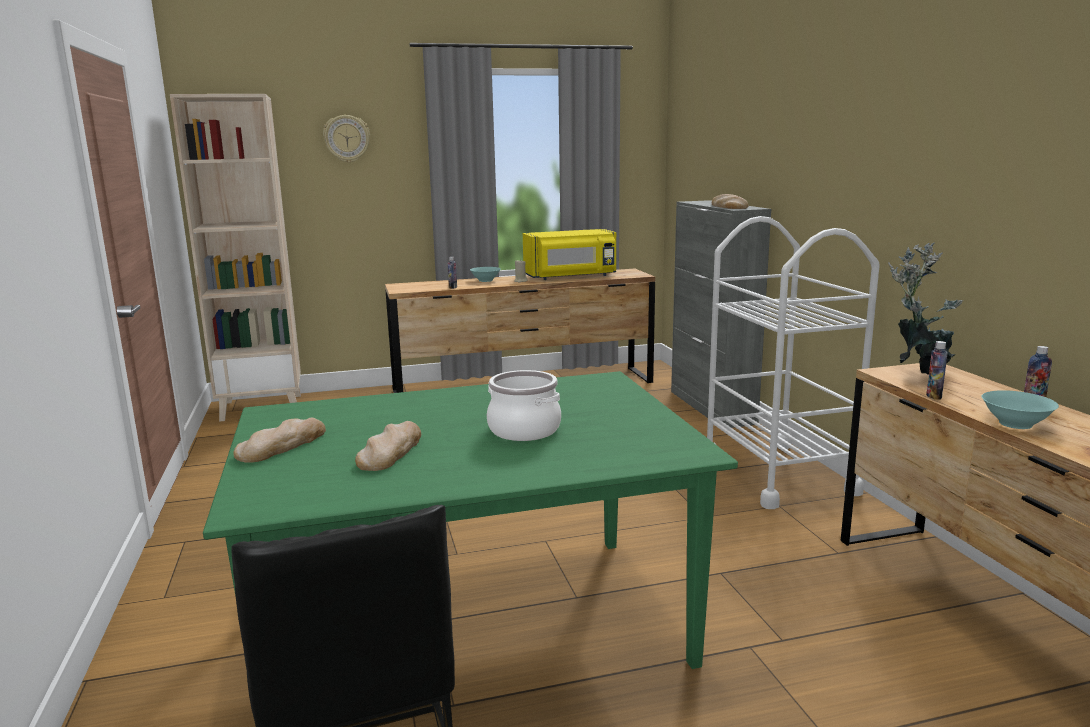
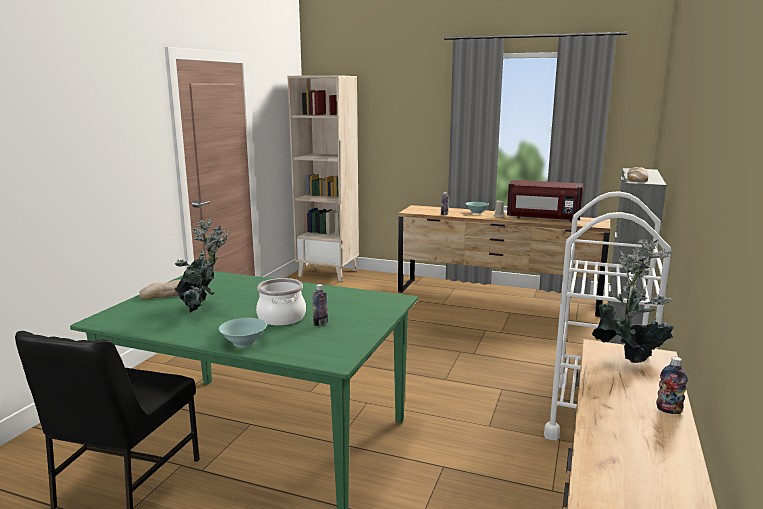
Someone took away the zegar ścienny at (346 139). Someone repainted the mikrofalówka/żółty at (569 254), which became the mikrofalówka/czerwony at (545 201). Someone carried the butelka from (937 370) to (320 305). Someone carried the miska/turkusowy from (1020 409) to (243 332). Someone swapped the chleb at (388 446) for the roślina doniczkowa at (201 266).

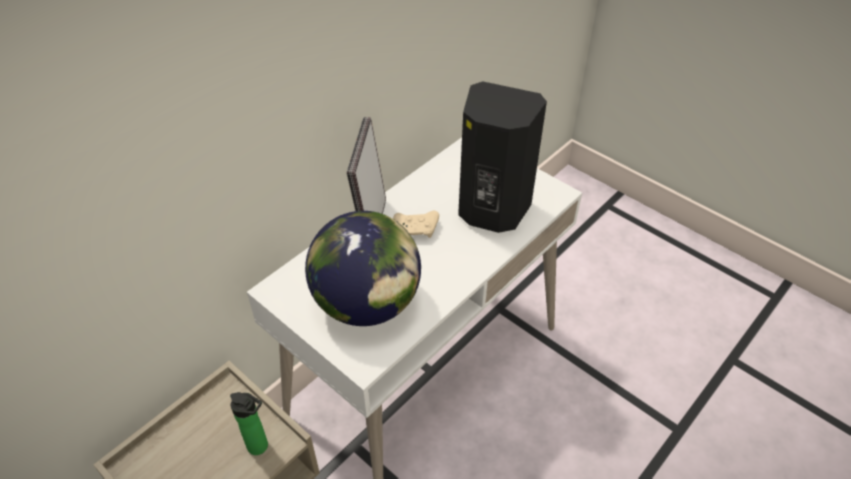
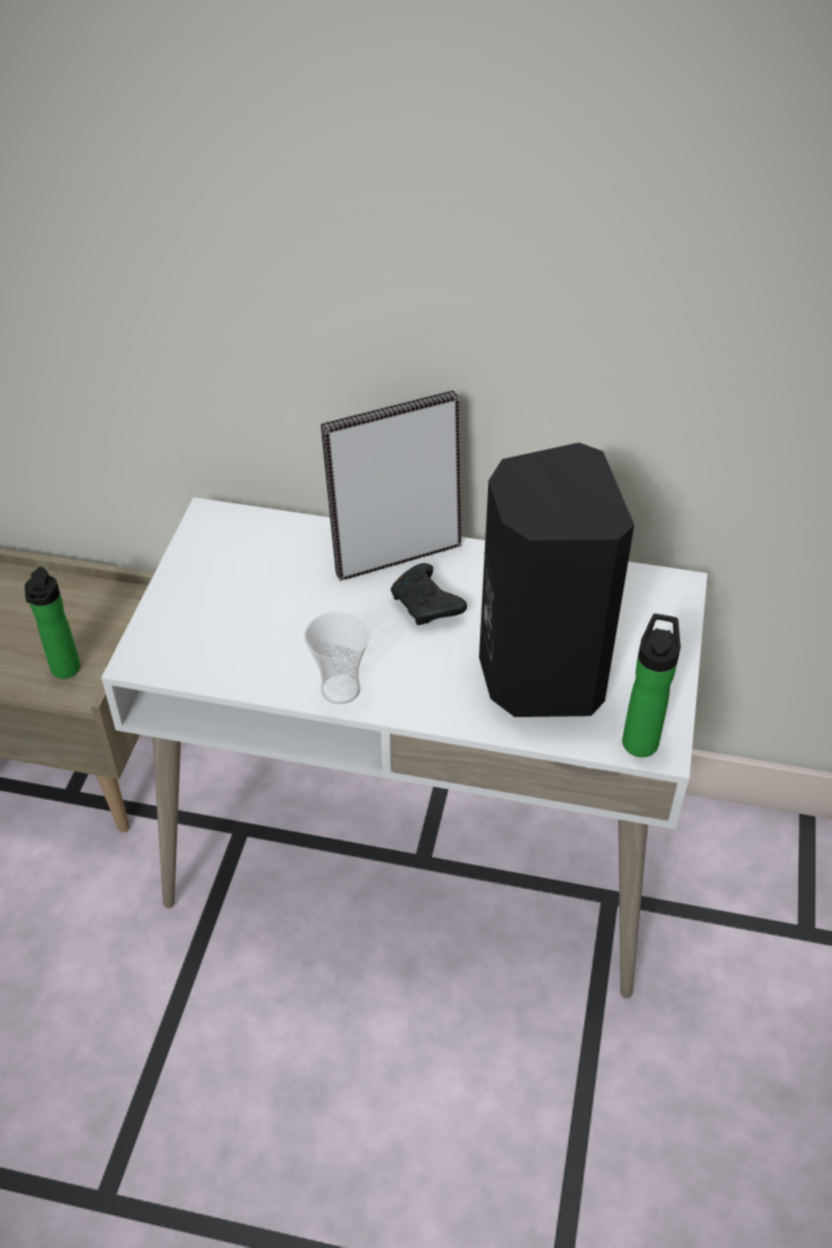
Someone took away the globus at (363 268). Someone repainted the pad do gier/beżowy at (416 224), which became the pad do gier/czarny at (429 594). Someone put down the filiżanka at (337 657). Someone put down the butelka at (651 685).

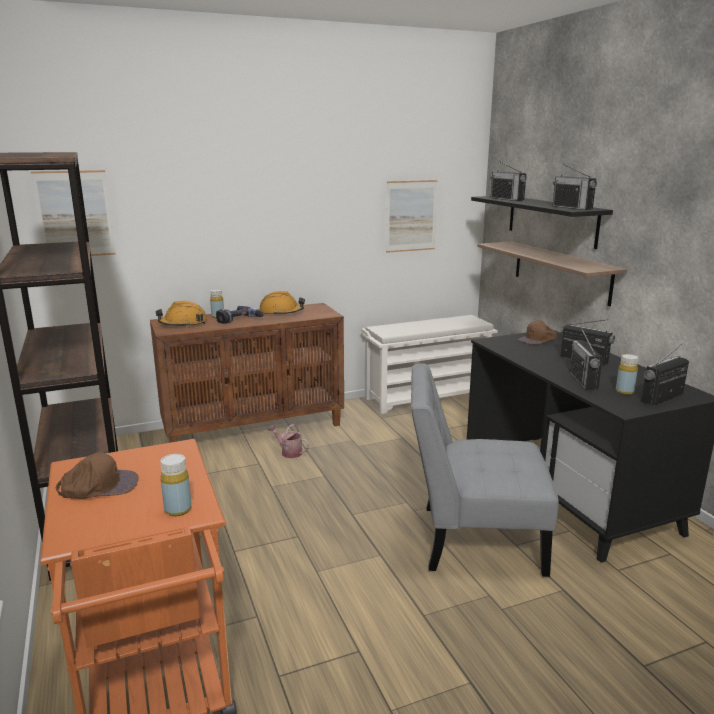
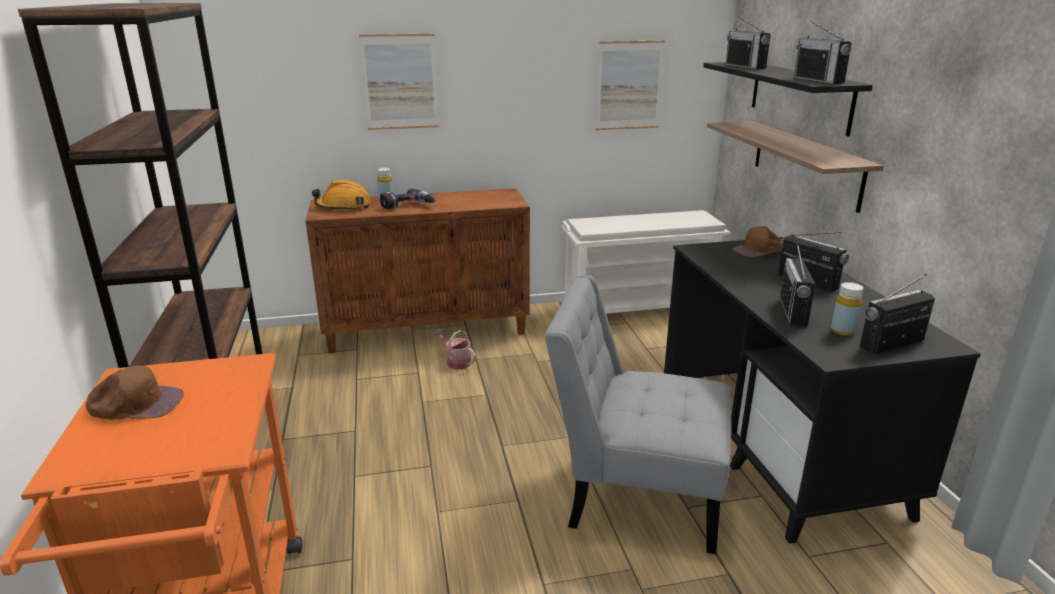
Someone carried the obraz from (73 213) to (399 82). Someone took away the kask/pomarańczowy at (282 303). Someone took away the butelka/żółty at (176 485).

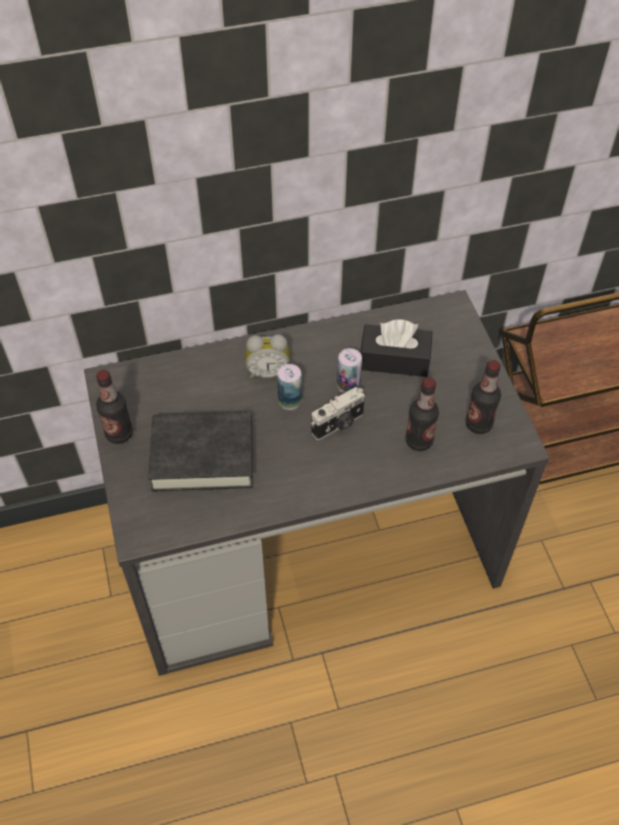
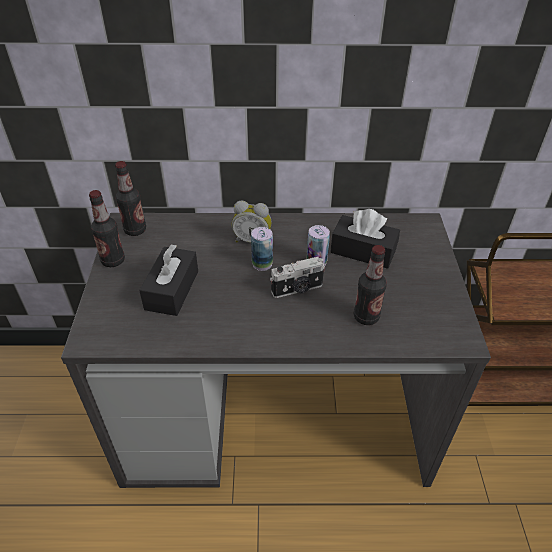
Someone carried the butelka from (483 397) to (130 198). Someone swapped the książka/czarny at (200 451) for the pudełko chusteczek/czarny at (168 280).

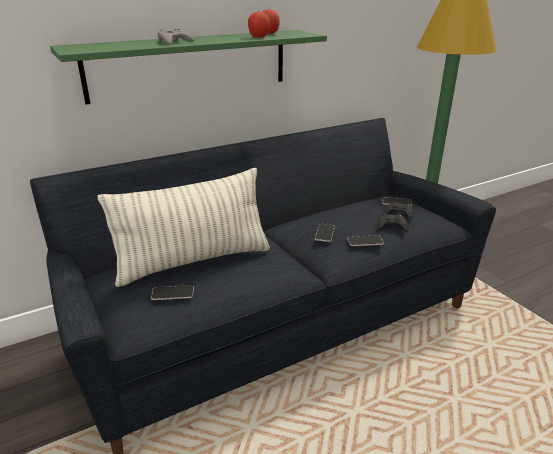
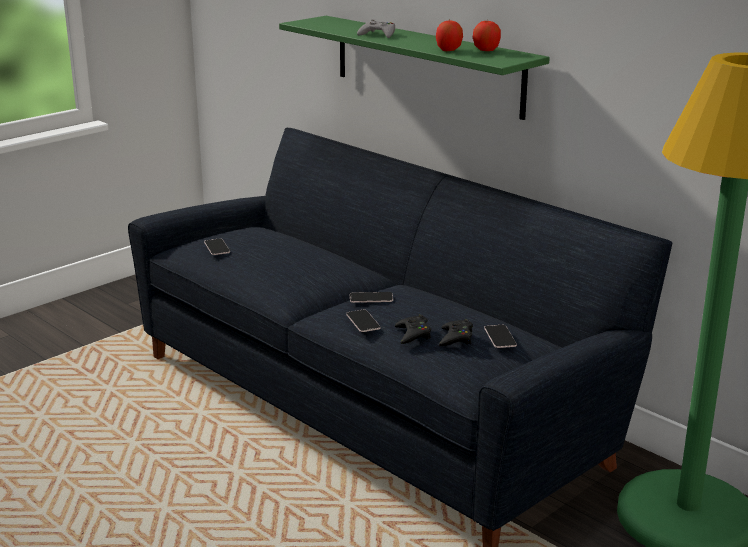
Someone took away the poduszka at (184 227).

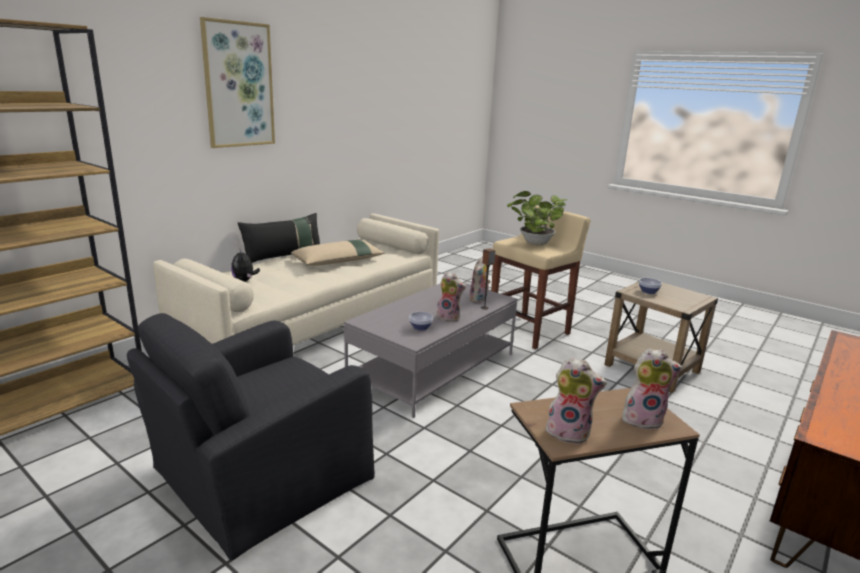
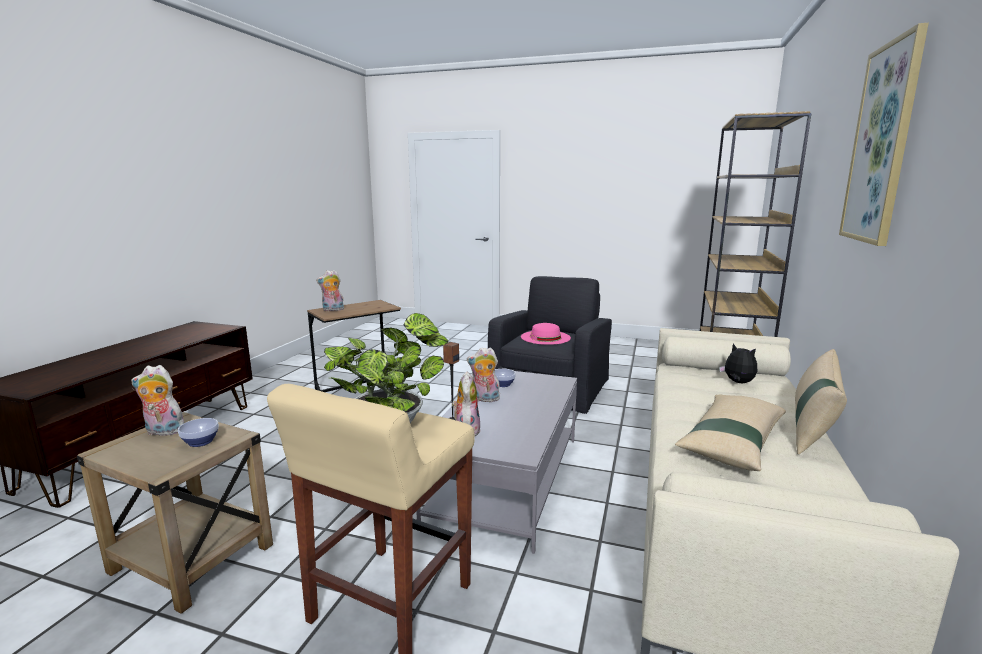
Someone repainted the poduszka/czarny at (279 238), which became the poduszka/beżowy at (821 401). Someone carried the pluszak from (575 400) to (157 400). Someone put down the kapelusz/różowy at (546 334).

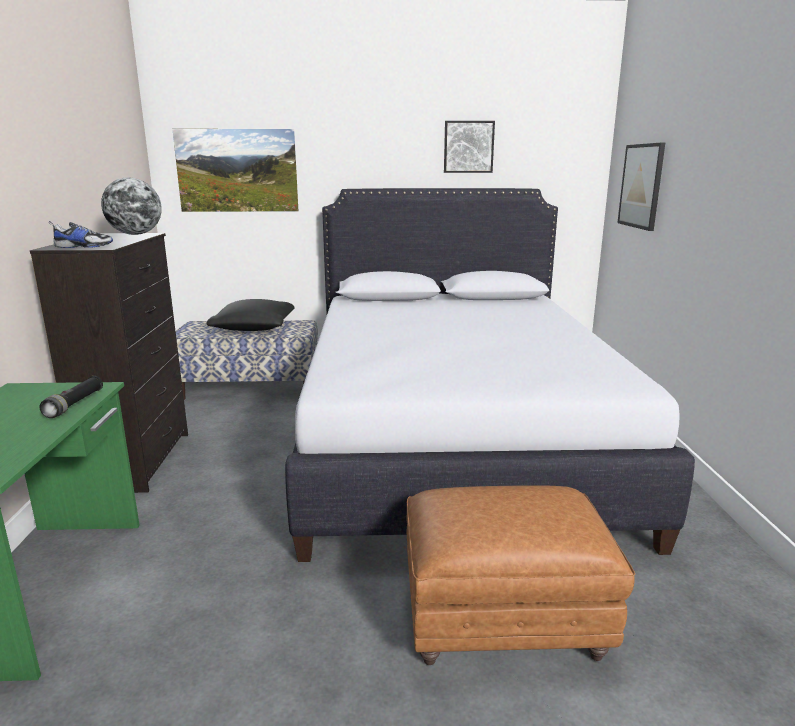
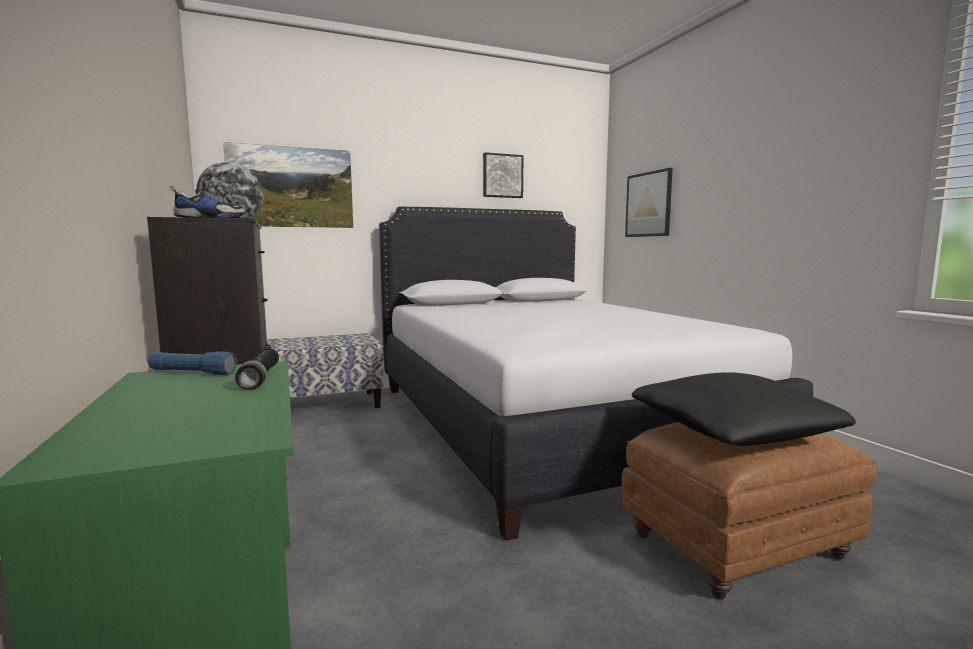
Someone carried the poduszka/czarny from (250 315) to (744 409). Someone put down the latarka/niebieski at (193 363).

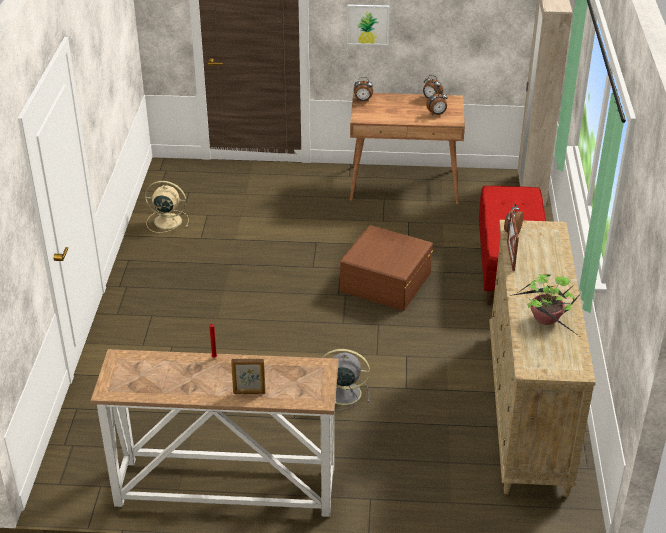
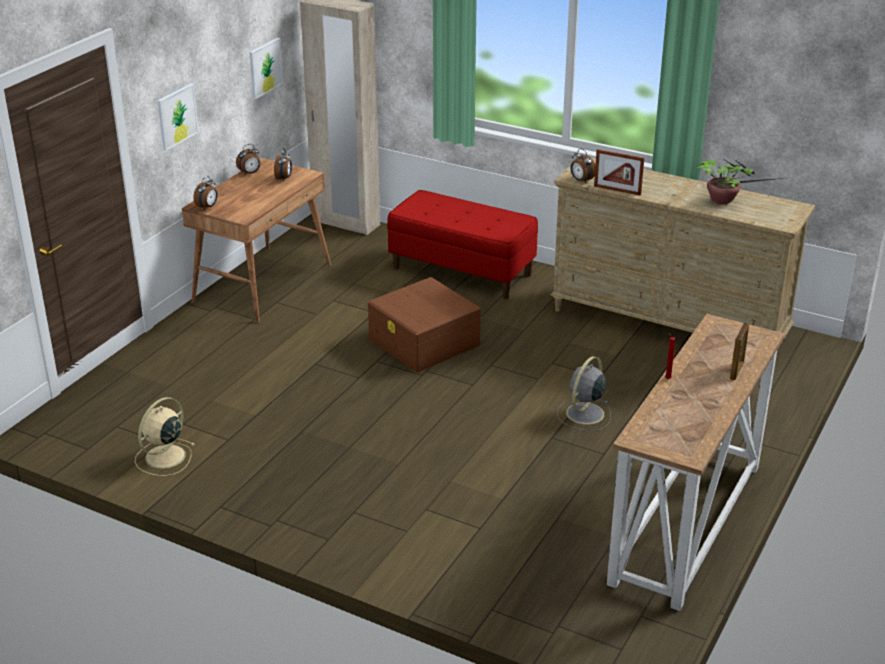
Someone put up the obraz at (266 68).

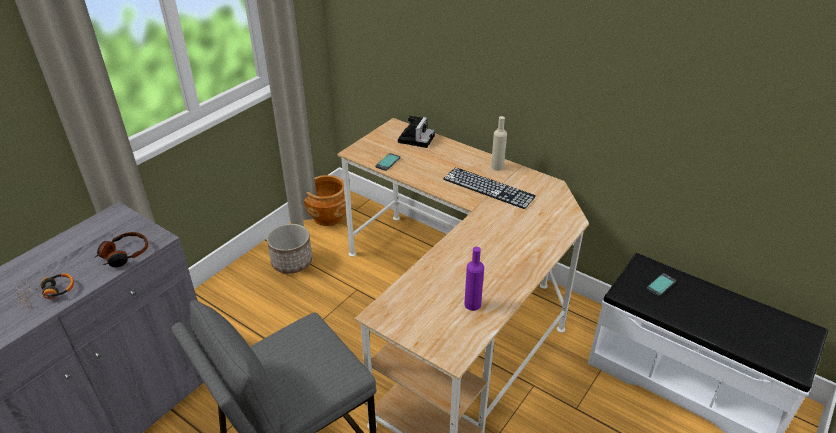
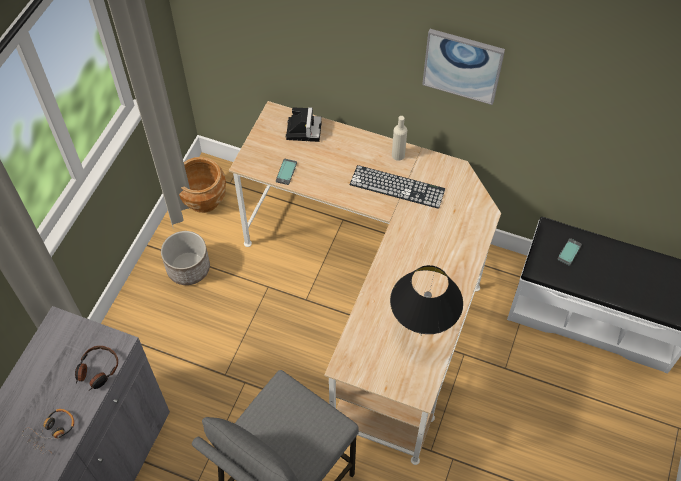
Someone swapped the butelka/fioletowy at (474 279) for the lampa stołowa/czarny at (426 300). Someone put up the obraz at (463 67).

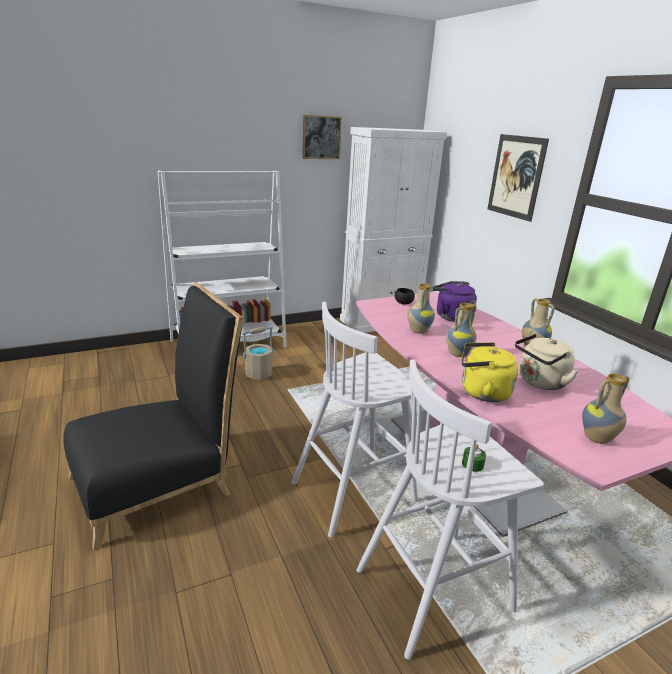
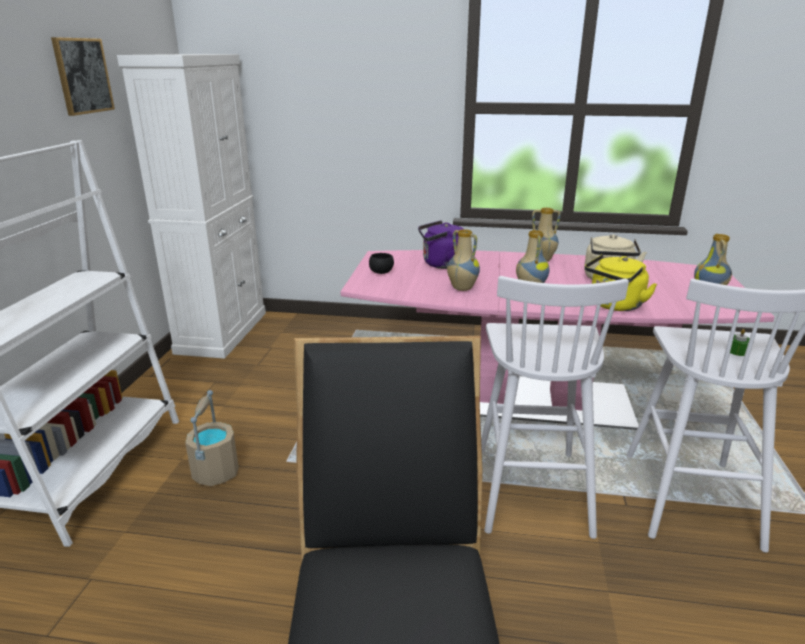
Someone took away the obraz at (518 178).

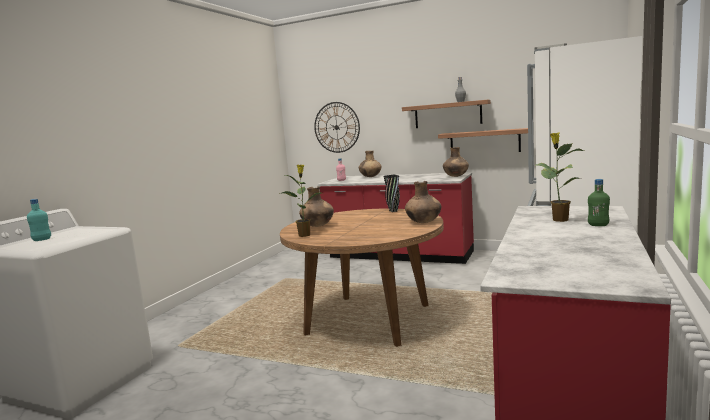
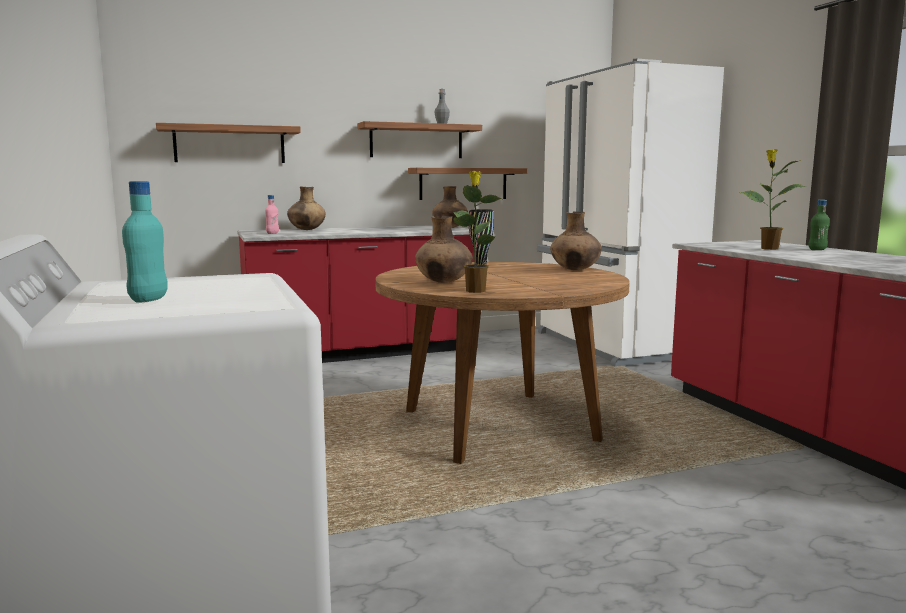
Someone swapped the zegar ścienny at (337 127) for the półka at (228 143).

